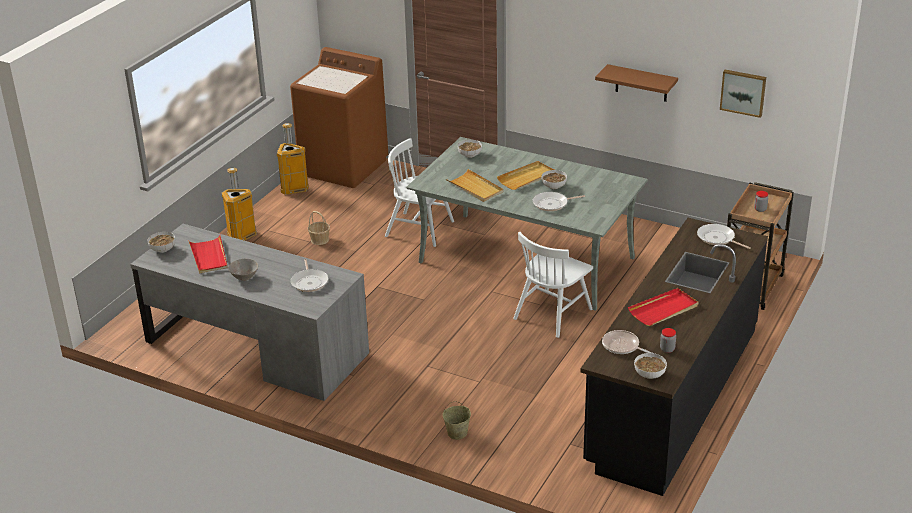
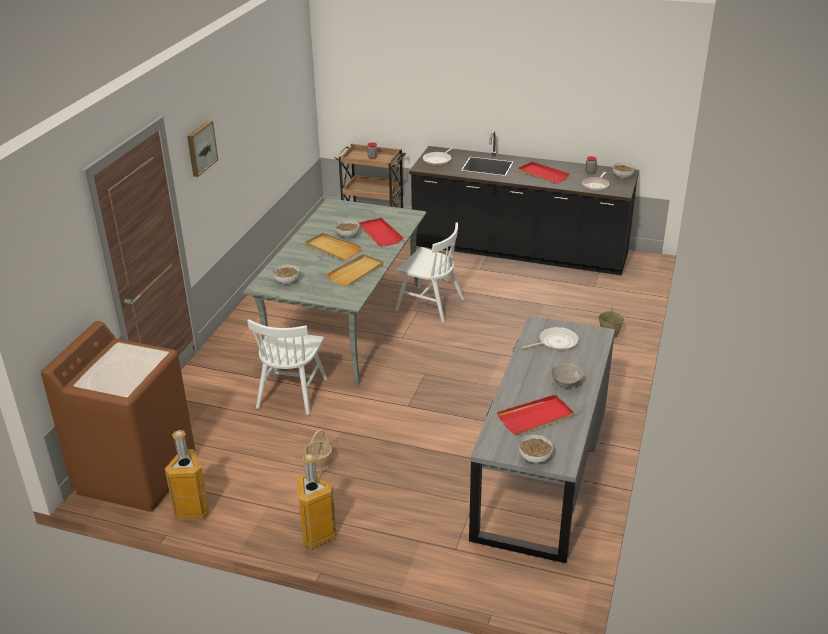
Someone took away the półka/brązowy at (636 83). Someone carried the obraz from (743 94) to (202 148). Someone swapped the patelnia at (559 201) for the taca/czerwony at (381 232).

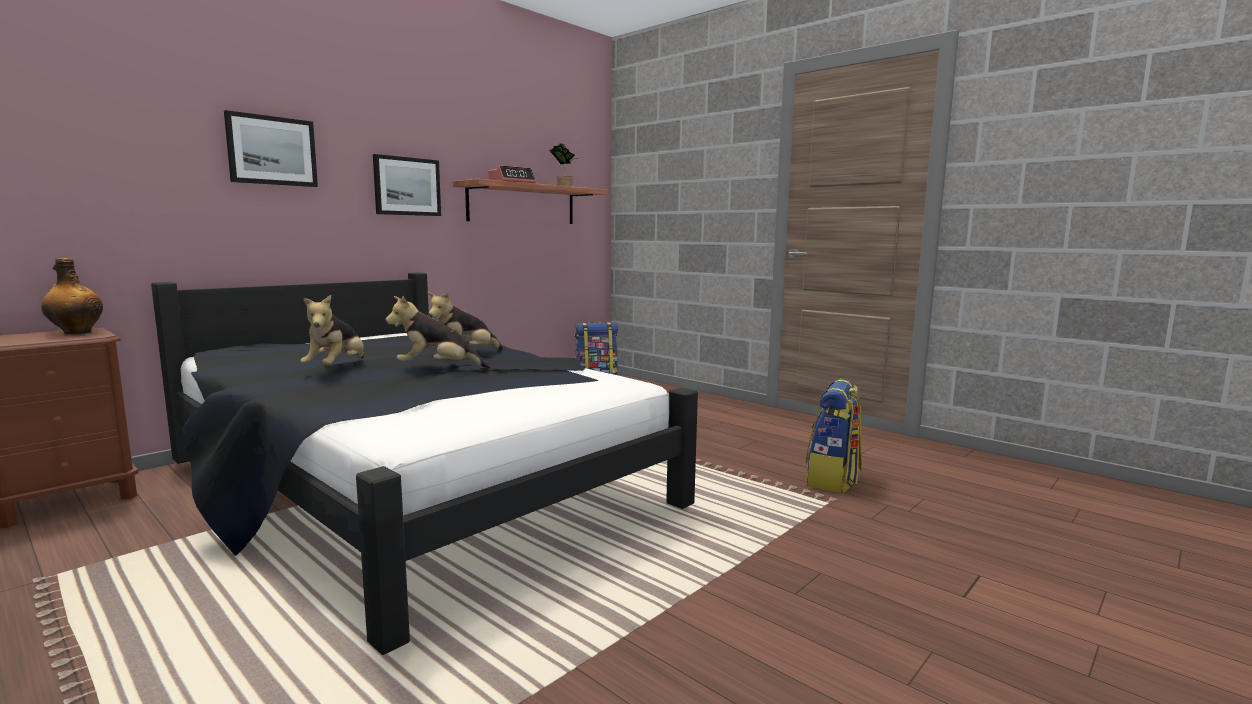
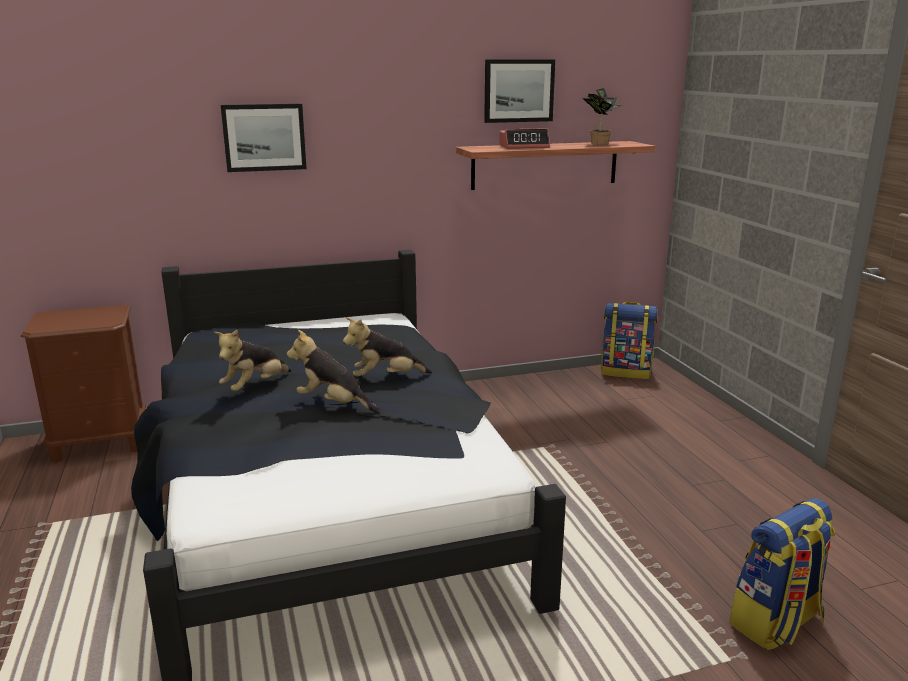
Someone carried the obraz from (407 185) to (519 91). Someone took away the butelka at (72 296).

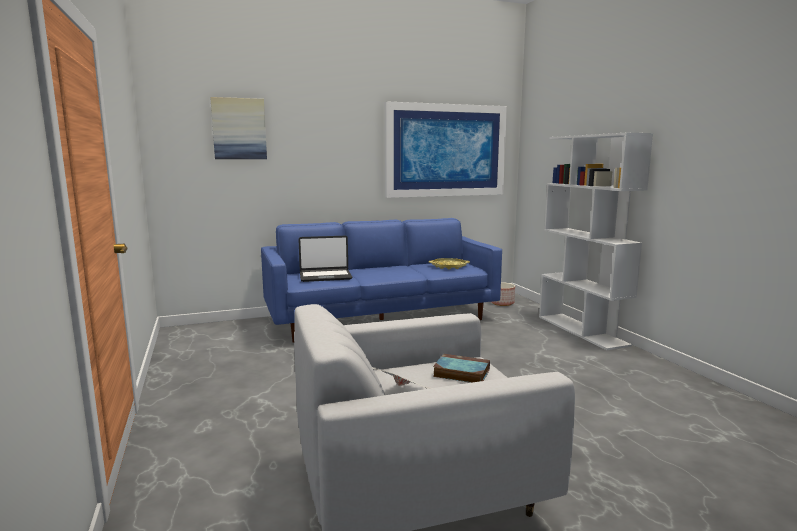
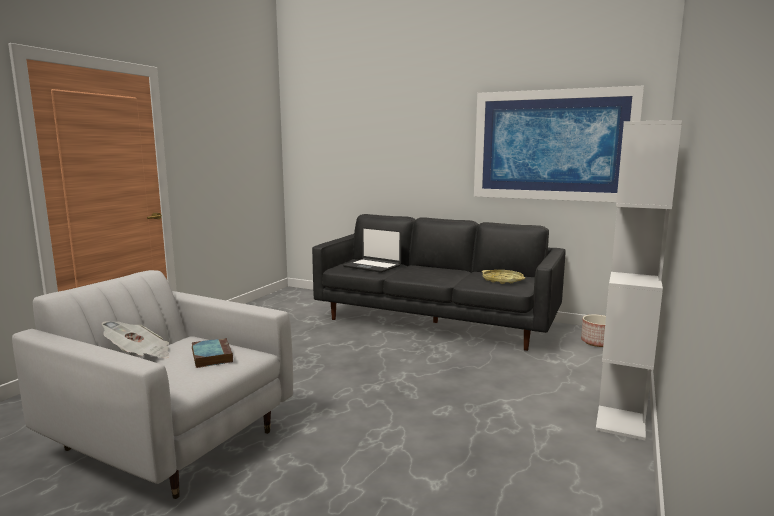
Someone took away the obraz at (238 128). Someone repainted the kanapa/niebieski at (381 280), which became the kanapa/czarny at (439 282).

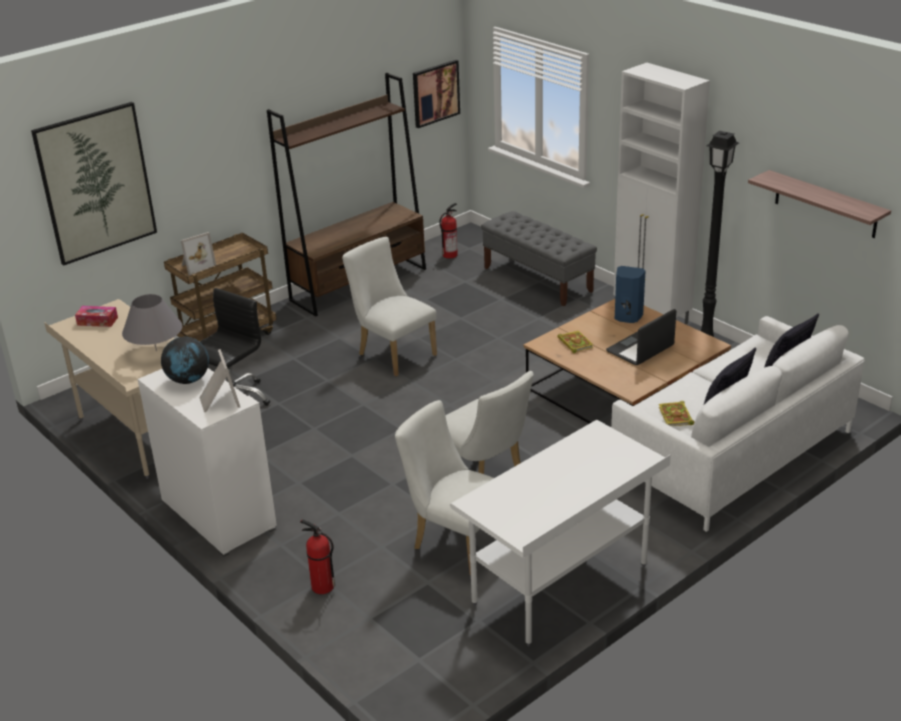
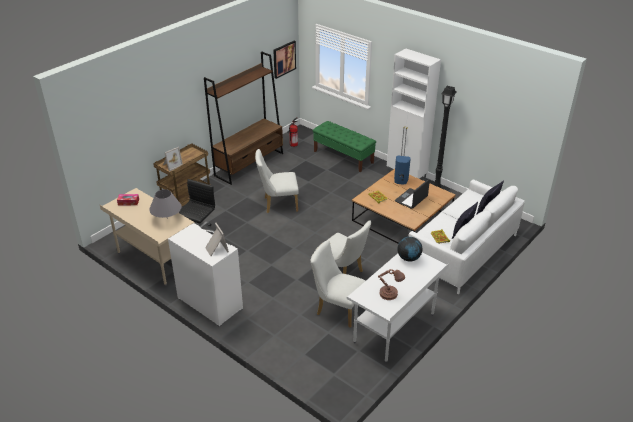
Someone took away the obraz at (94 184). Someone took away the półka at (819 204). Someone repainted the ławka/szary at (539 258), which became the ławka/zielony at (344 146). Someone rotated the krzesło/biały at (389 307) by 45 degrees counterclockwise. Someone carried the globus from (185 360) to (409 249). Someone took away the gaśnica at (317 557). Someone put down the lampa stołowa/brązowy at (391 284).

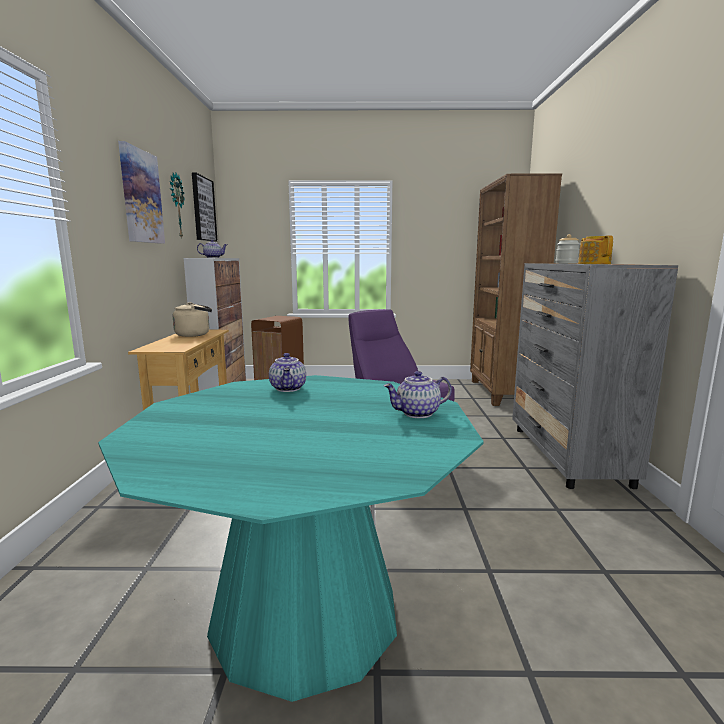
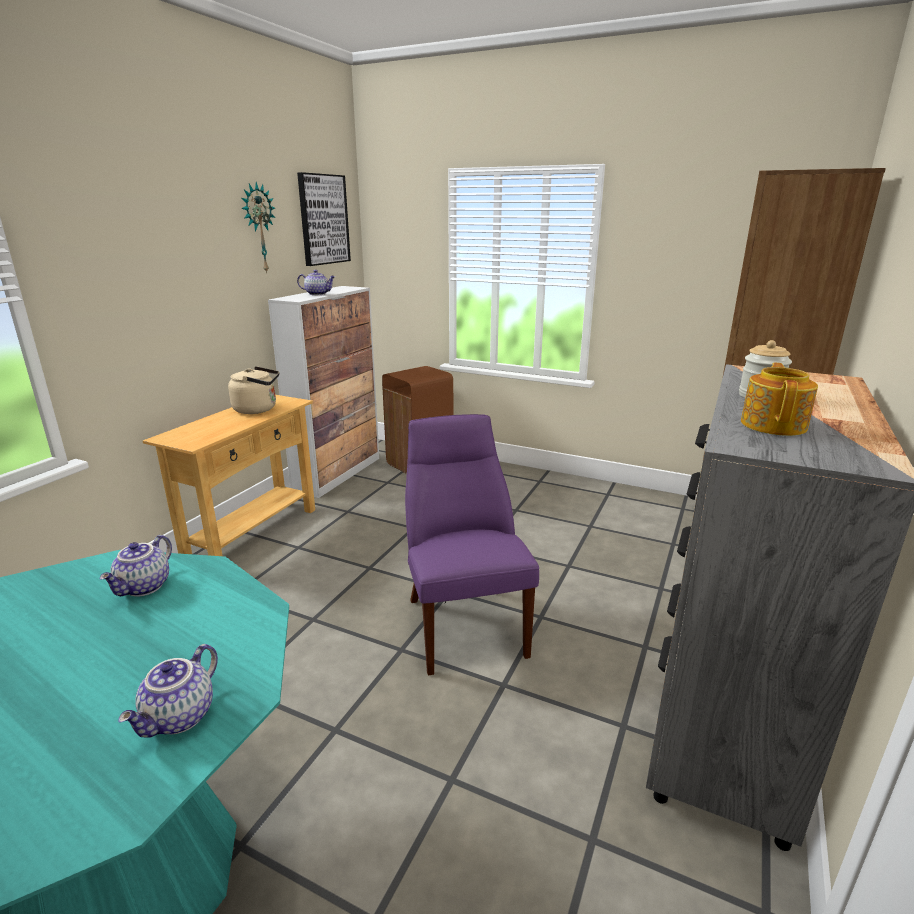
Someone took away the obraz at (141 192). Someone rotated the imbryk at (418 394) by 75 degrees counterclockwise.

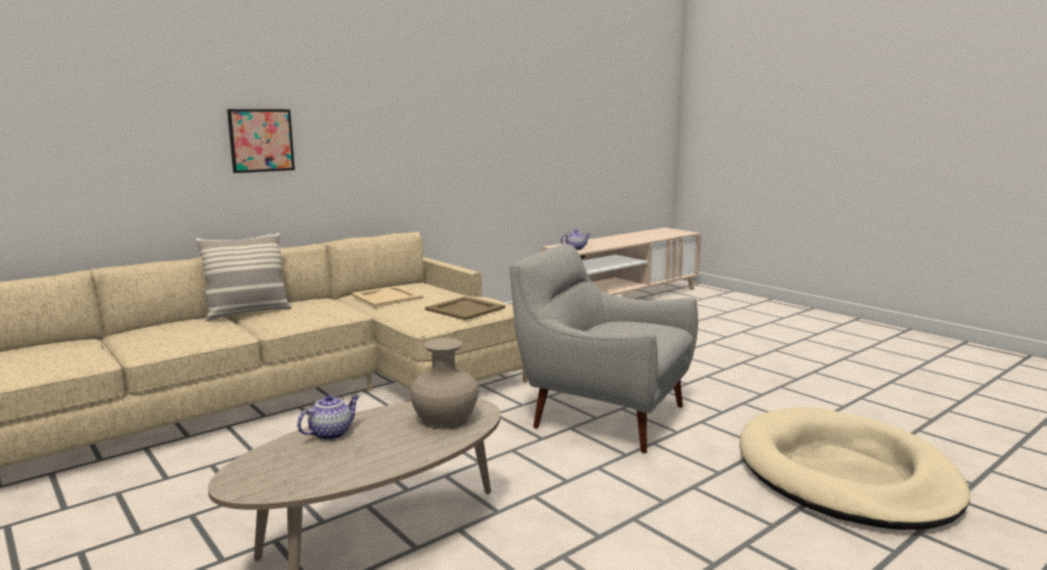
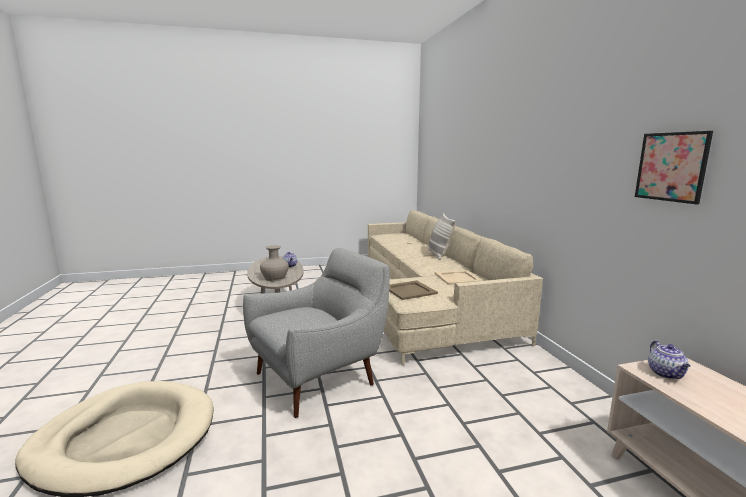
Someone carried the obraz from (261 141) to (674 167).

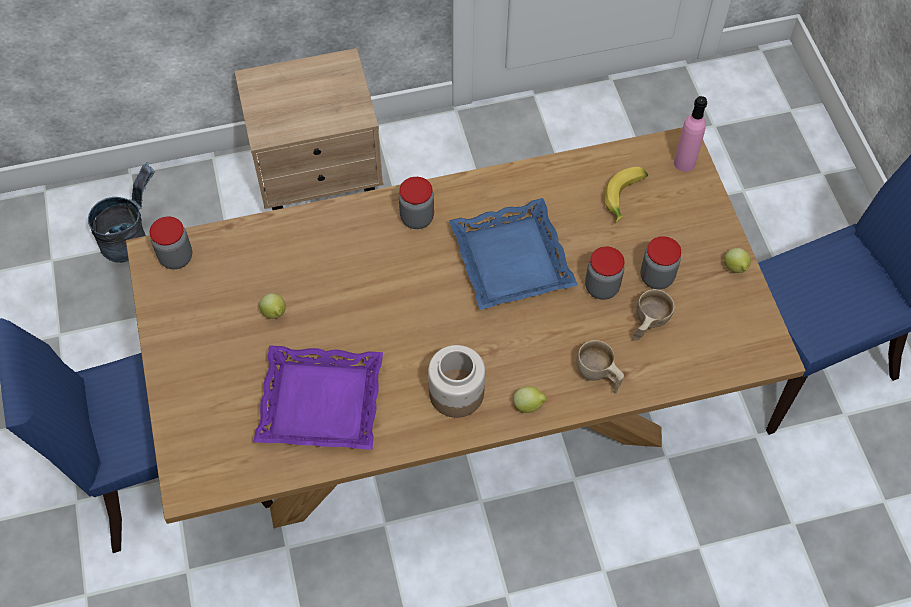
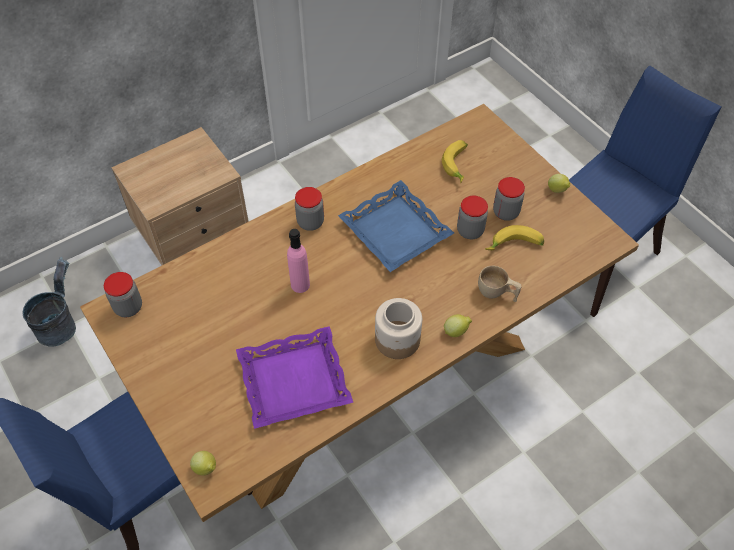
Someone carried the butelka/różowy from (690 134) to (298 261). Someone swapped the filiżanka/beżowy at (653 315) for the banan at (514 237). Someone carried the cytryna from (272 306) to (203 463).

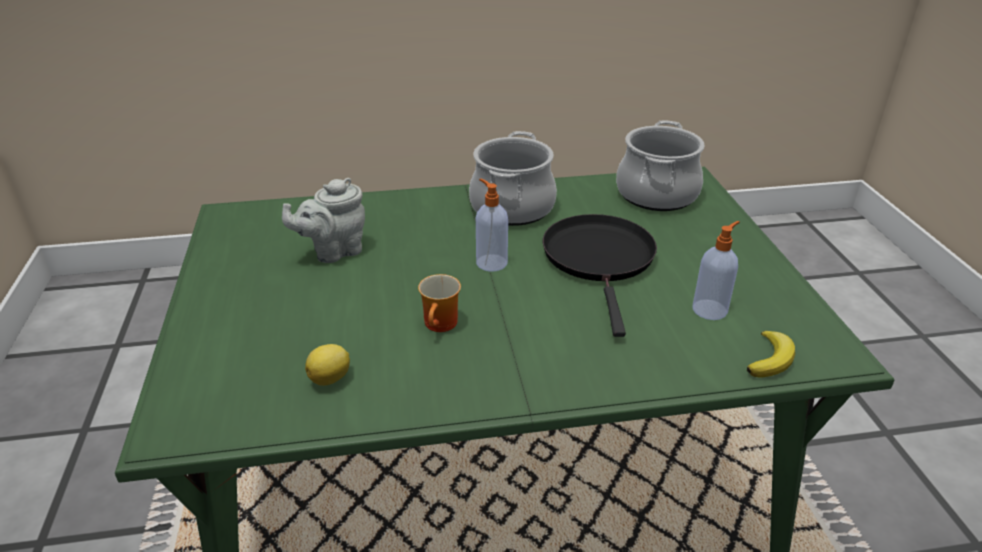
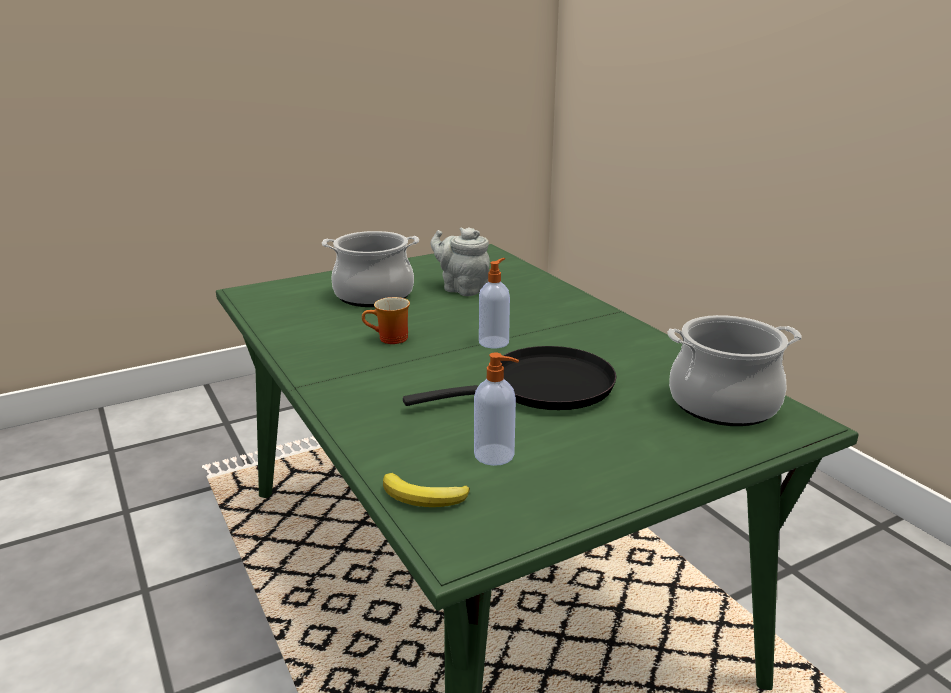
Someone carried the garnek from (513 178) to (370 269). Someone took away the cytryna at (327 365).

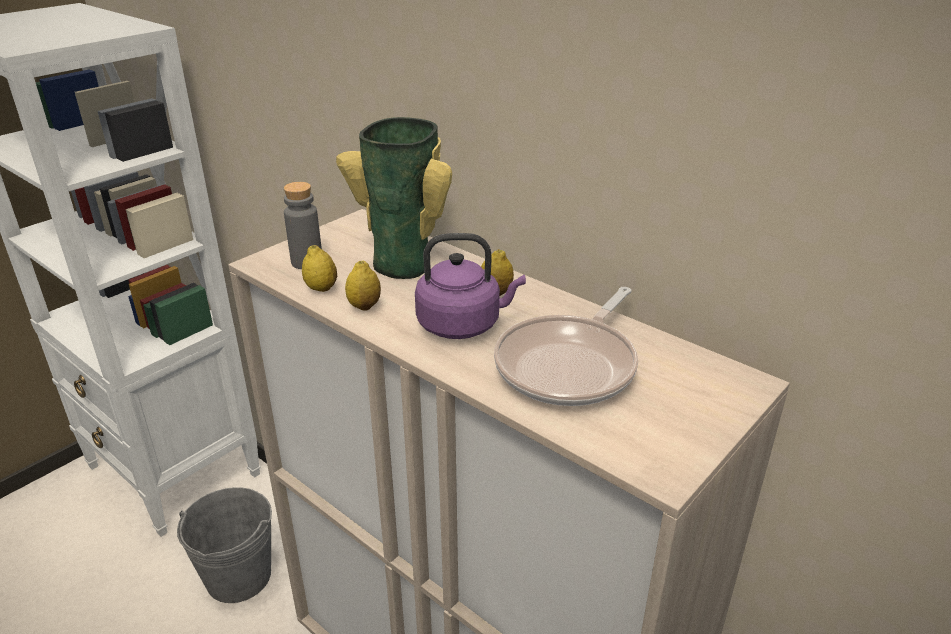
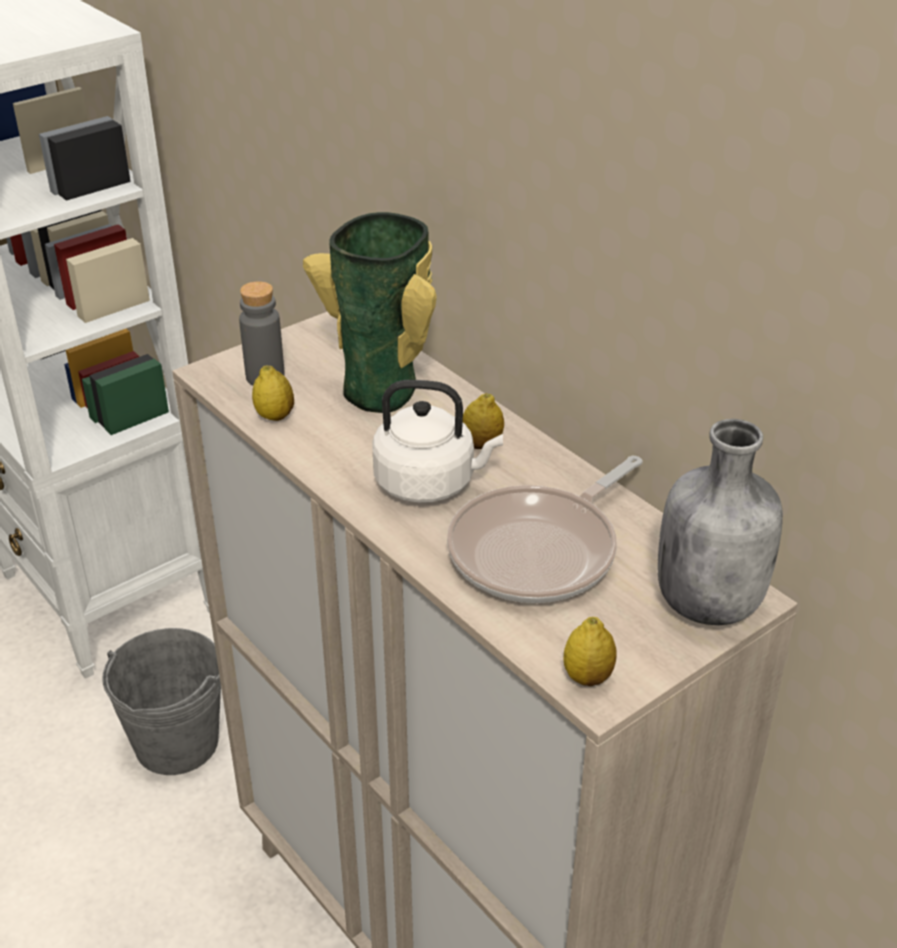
Someone repainted the czajnik/fioletowy at (470 286), which became the czajnik/biały at (437 441). Someone carried the cytryna from (363 286) to (590 651). Someone put down the butelka/szary at (720 522).

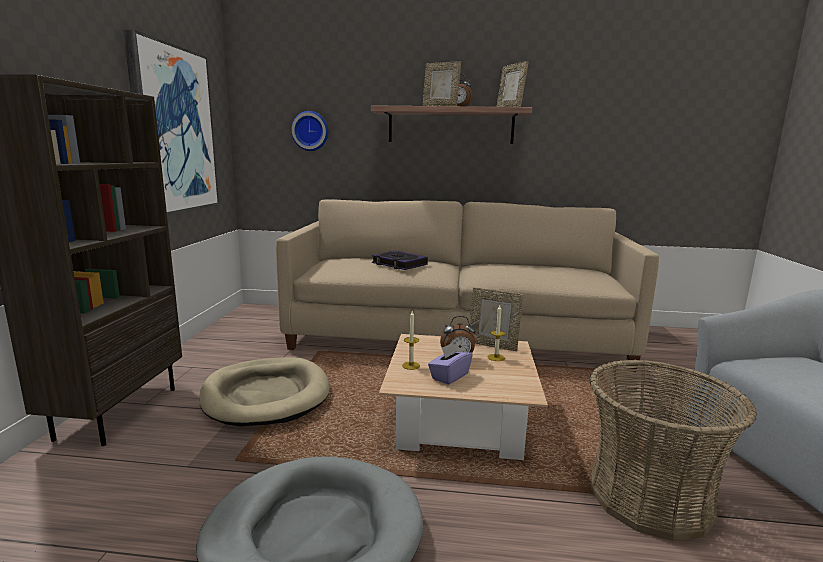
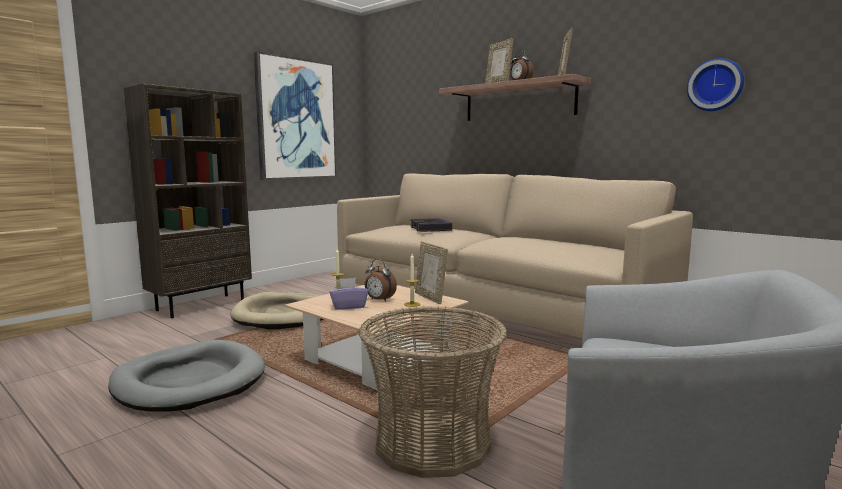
Someone carried the zegar ścienny from (309 131) to (715 84).

